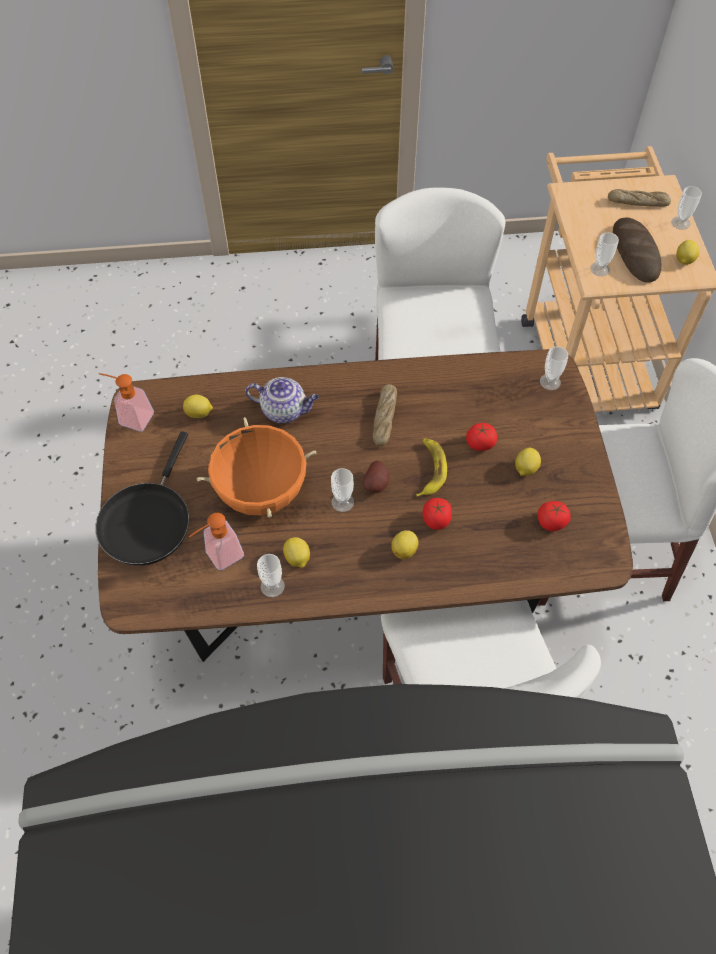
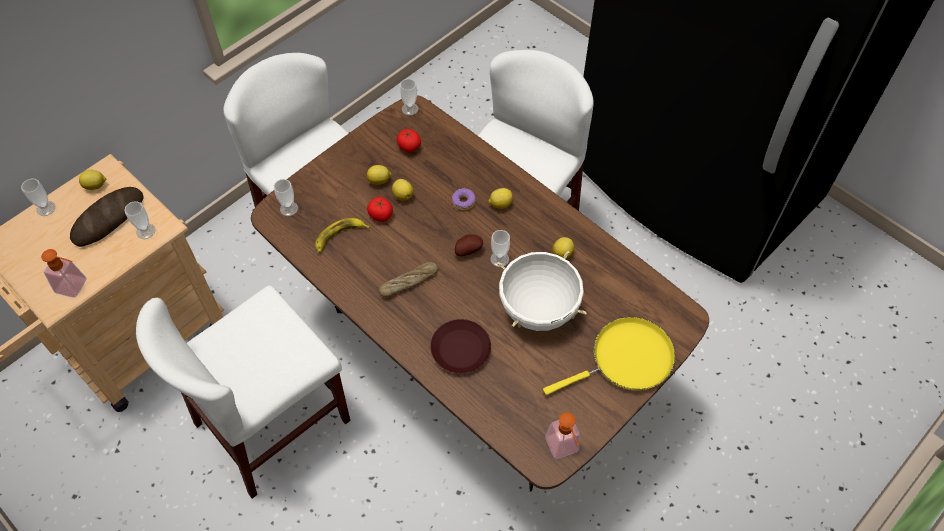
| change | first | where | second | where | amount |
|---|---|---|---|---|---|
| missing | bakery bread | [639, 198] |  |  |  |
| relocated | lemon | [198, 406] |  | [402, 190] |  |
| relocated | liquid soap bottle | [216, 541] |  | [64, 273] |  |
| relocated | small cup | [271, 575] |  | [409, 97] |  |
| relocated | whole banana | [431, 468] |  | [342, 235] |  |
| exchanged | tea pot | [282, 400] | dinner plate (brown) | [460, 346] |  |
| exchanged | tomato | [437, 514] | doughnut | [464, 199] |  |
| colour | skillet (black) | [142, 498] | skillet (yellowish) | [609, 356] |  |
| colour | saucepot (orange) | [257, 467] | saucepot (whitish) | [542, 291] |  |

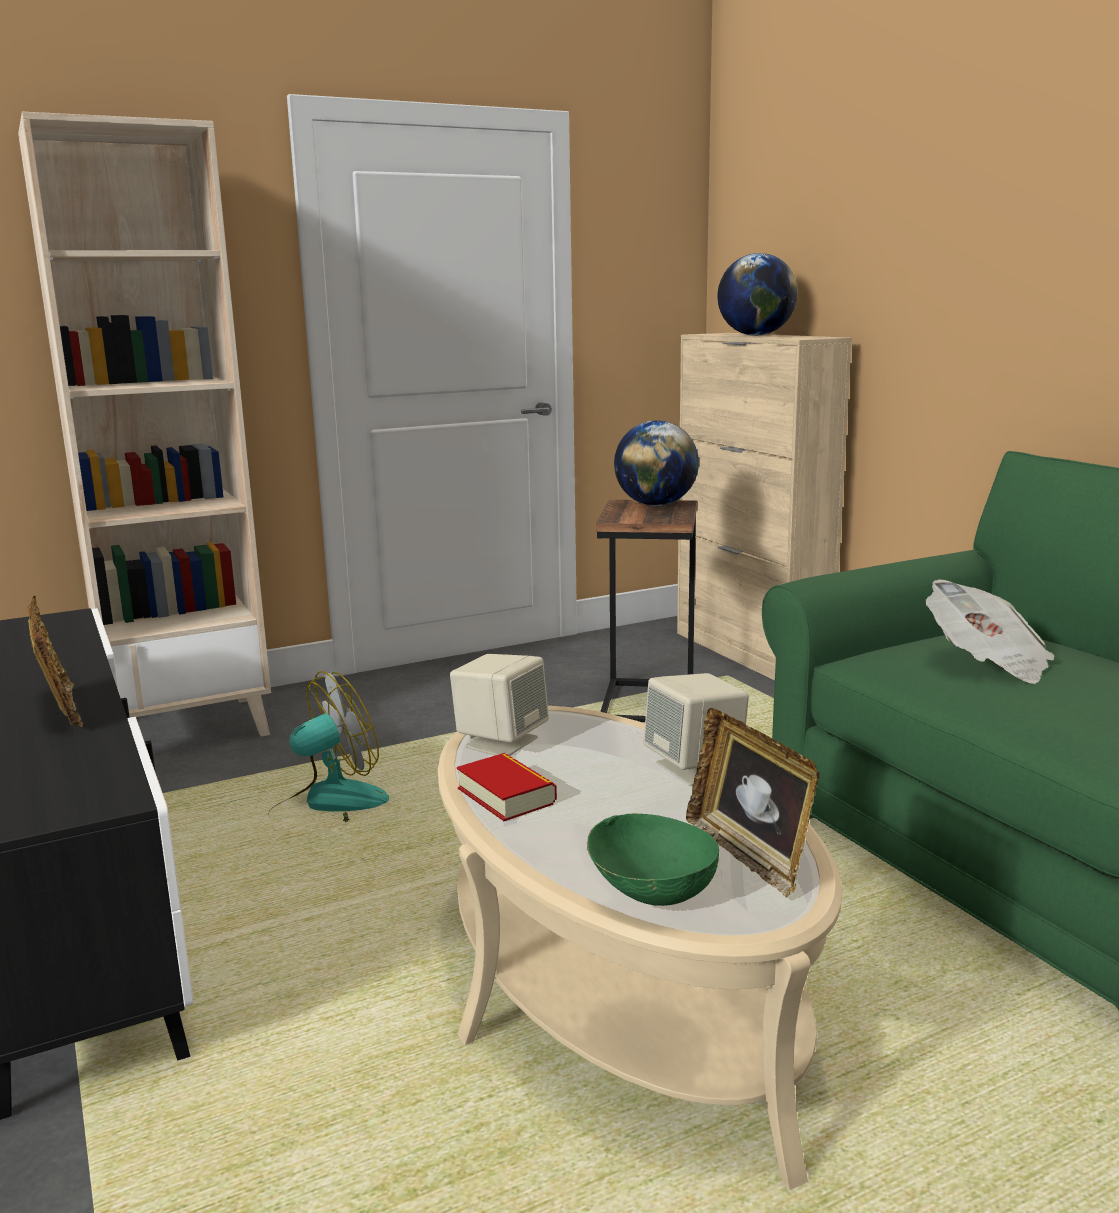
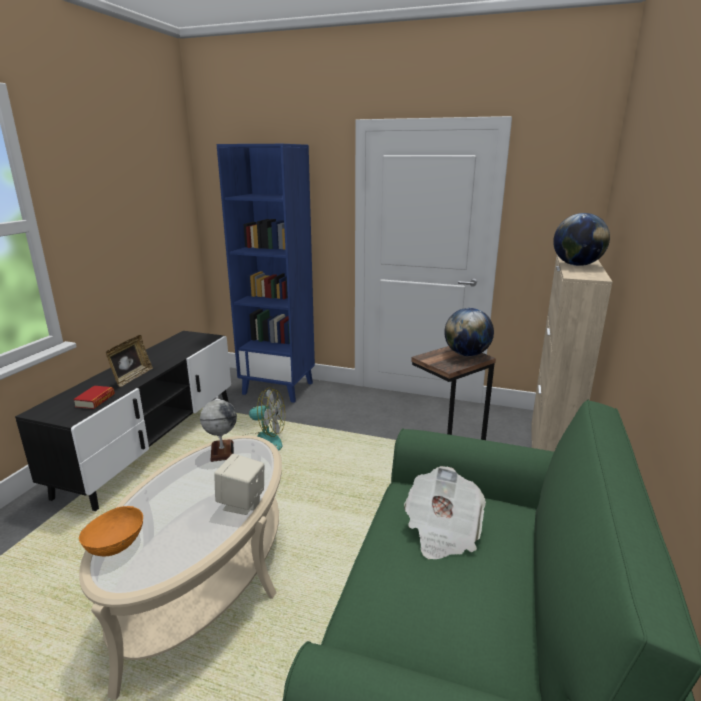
| change | first | where | second | where | amount |
|---|---|---|---|---|---|
| missing | standing frame | [753, 803] |  |  |  |
| relocated | volume | [507, 787] |  | [94, 397] |  |
| exchanged | speaker (beige) | [499, 705] | world globe | [218, 429] |  |
| colour | shelving unit (beige) | [144, 424] | shelving unit (blue) | [266, 273] |  |
| colour | deep dish (green) | [652, 859] | deep dish (orange) | [111, 531] |  |

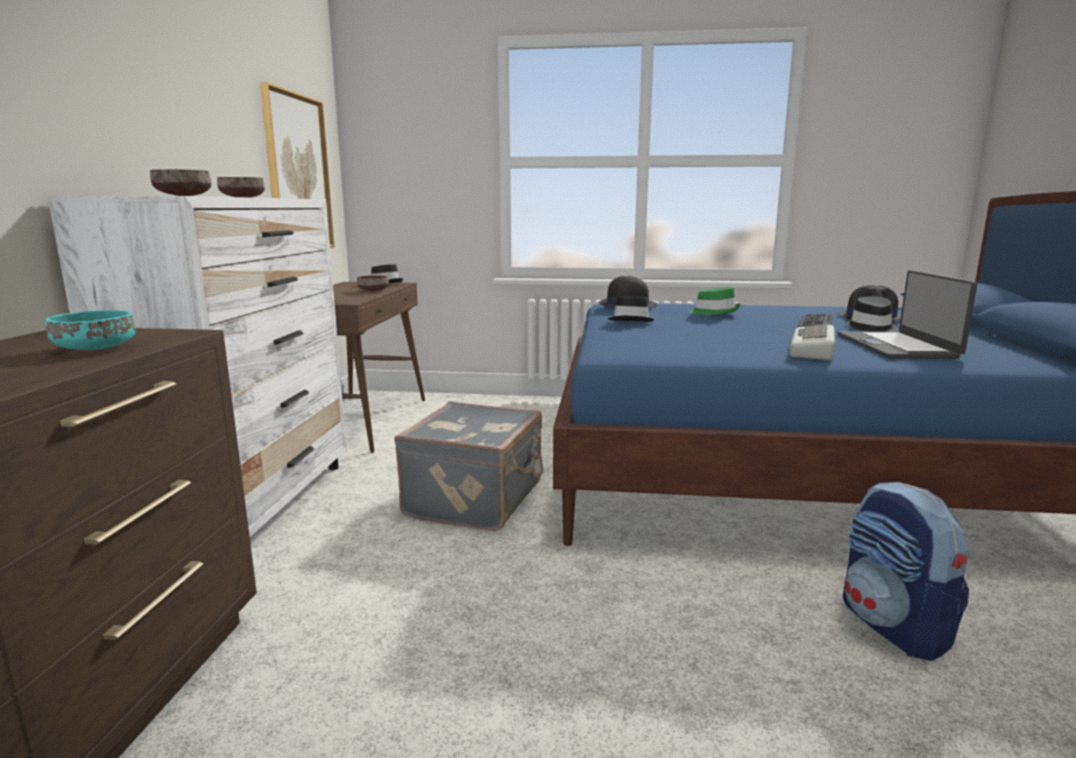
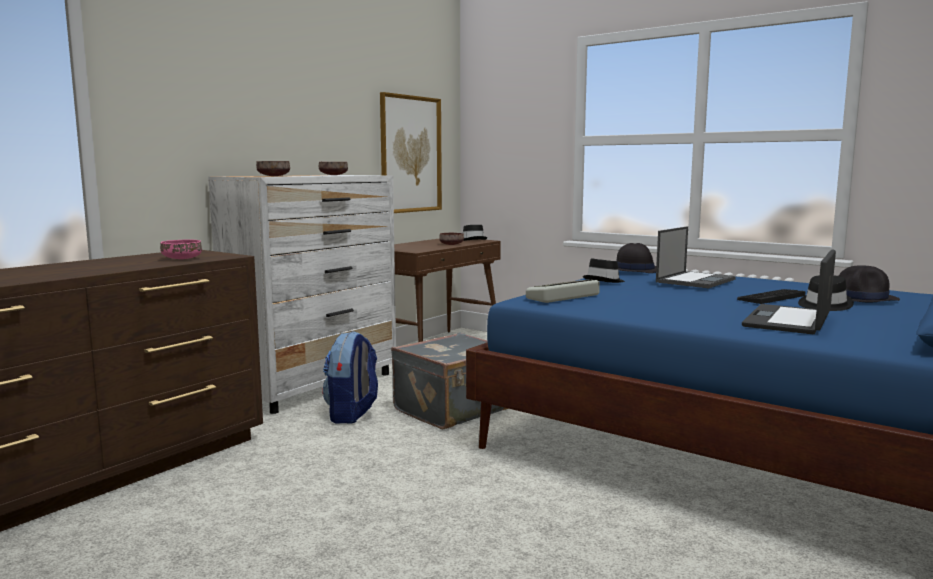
| change | first | where | second | where | amount |
|---|---|---|---|---|---|
| relocated | computer keyboard | [812, 342] |  | [563, 291] |  |
| relocated | rucksack | [906, 571] |  | [350, 377] |  |
| exchanged | wearable hat (green) | [714, 301] | laptop | [696, 257] |  |
| colour | deep dish (blue-green) | [91, 330] | deep dish (pinkish) | [181, 249] |  |

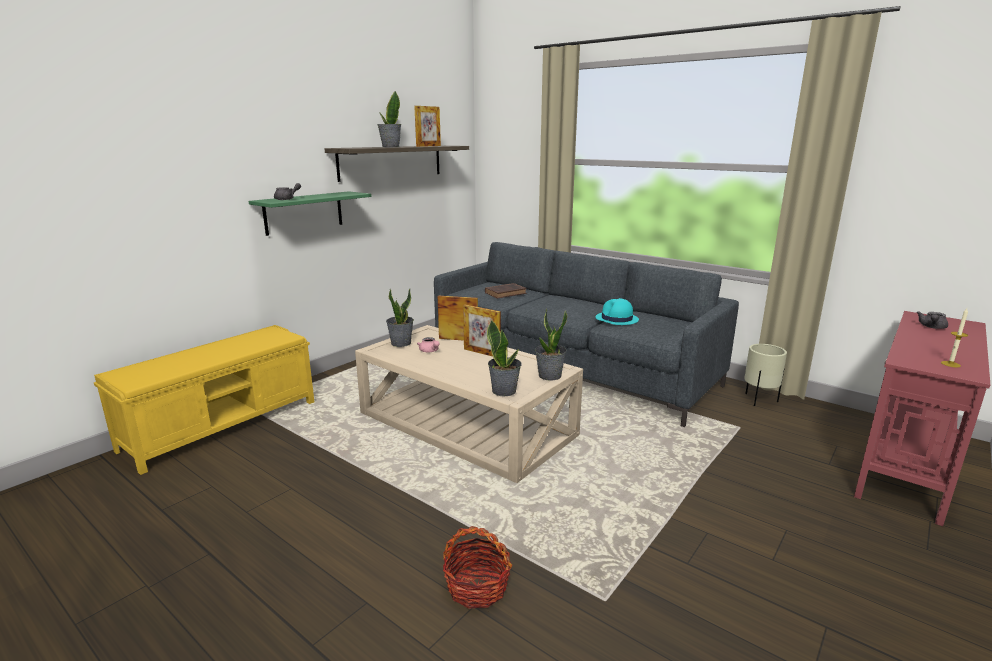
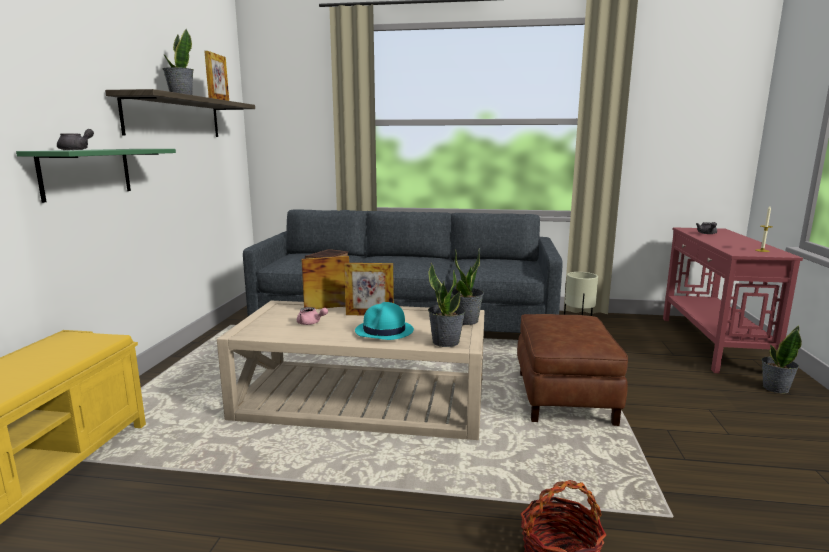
| change | first | where | second | where | amount |
|---|---|---|---|---|---|
| appeared |  |  | pouffe (brown) | [572, 370] |  |
| relocated | plant in a pot | [400, 318] |  | [782, 359] |  |
| relocated | wearable hat (blue-green) | [617, 311] |  | [384, 321] |  |

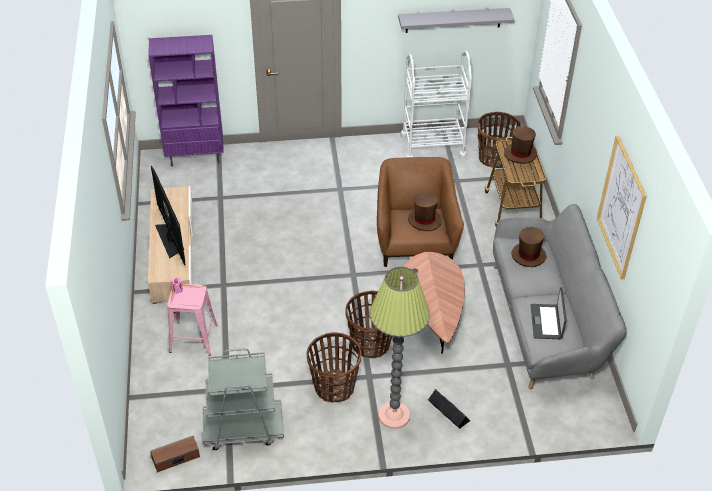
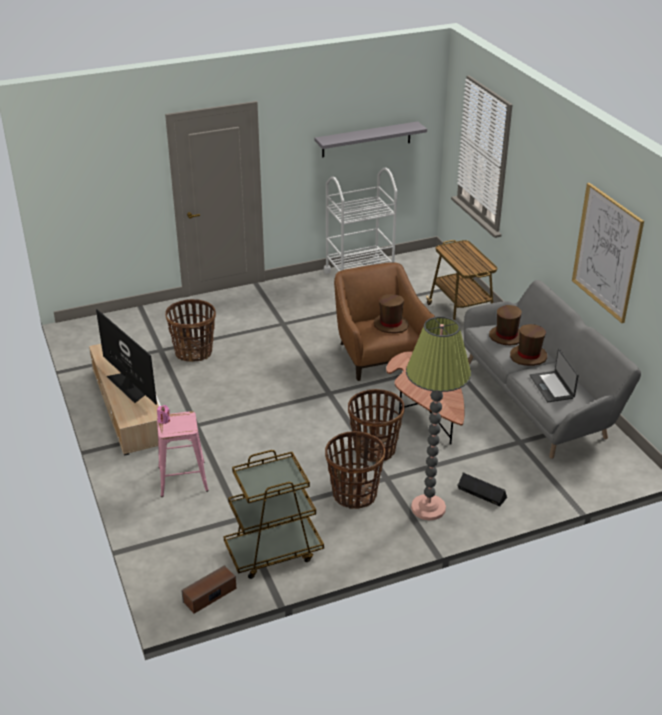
| change | first | where | second | where | amount |
|---|---|---|---|---|---|
| missing | shelving unit (purple-coloured) | [186, 101] |  |  |  |
| relocated | storage basket | [499, 140] |  | [190, 330] |  |
| relocated | wearable hat (brown) | [520, 145] |  | [528, 345] |  |
| colour | trolley (greyish) | [243, 399] | trolley (brown) | [273, 514] |  |

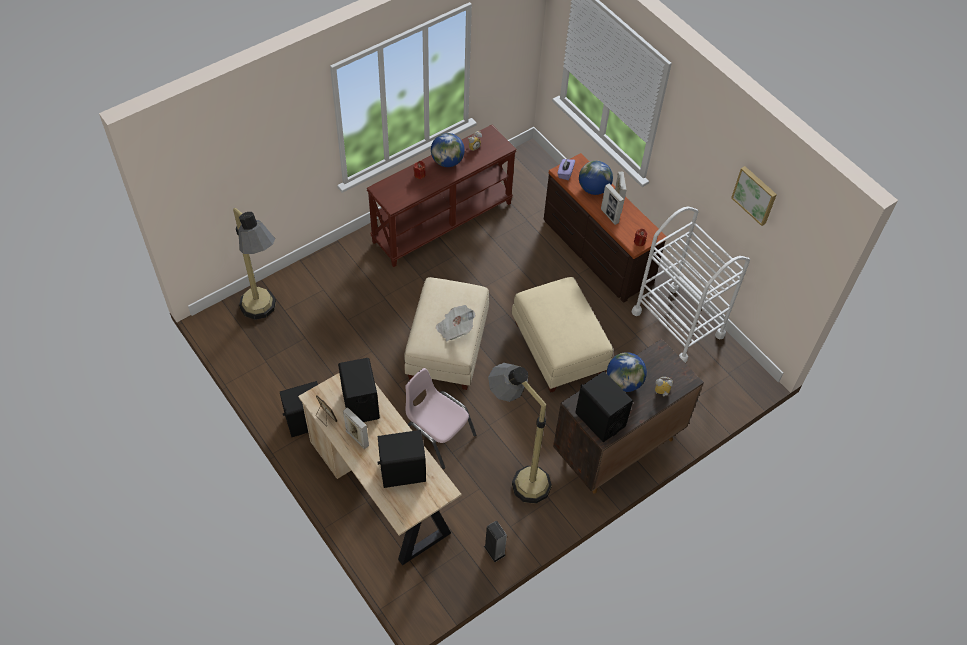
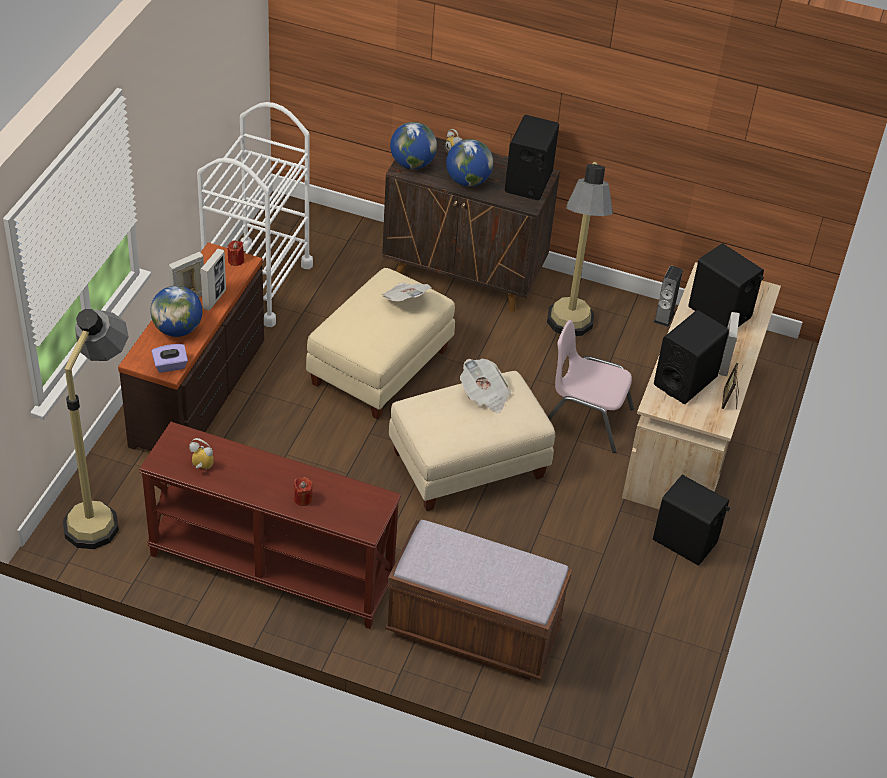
| change | first | where | second | where | amount |
|---|---|---|---|---|---|
| missing | wall art | [754, 196] |  |  |  |
| appeared |  |  | printed paper | [406, 292] |  |
| appeared |  |  | bench (brown) | [478, 600] |  |
| relocated | standing lamp | [254, 264] |  | [96, 429] |  |
| relocated | world globe | [448, 150] |  | [413, 145] |  |
| spun | upright chair (pinkish) | [440, 418] |  | [590, 386] | 105 degrees clockwise |

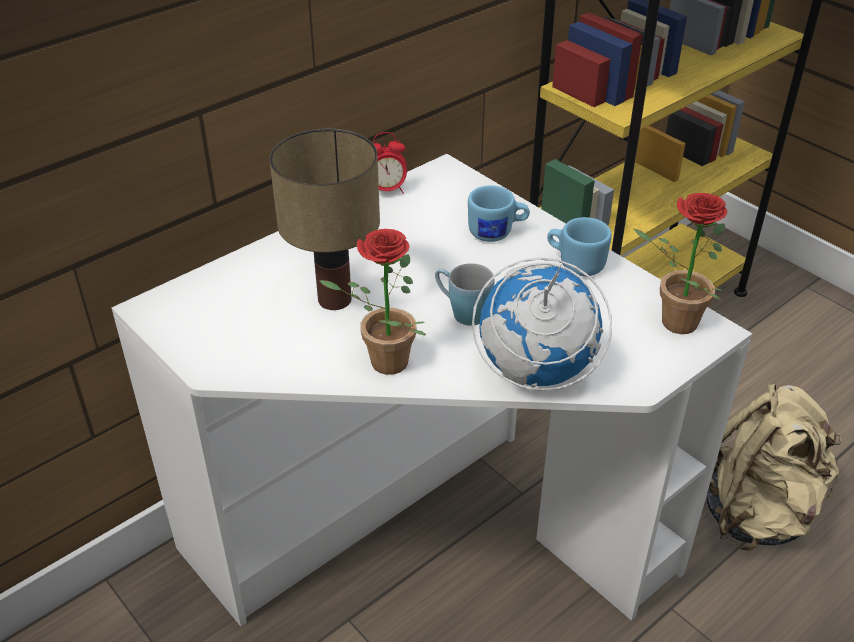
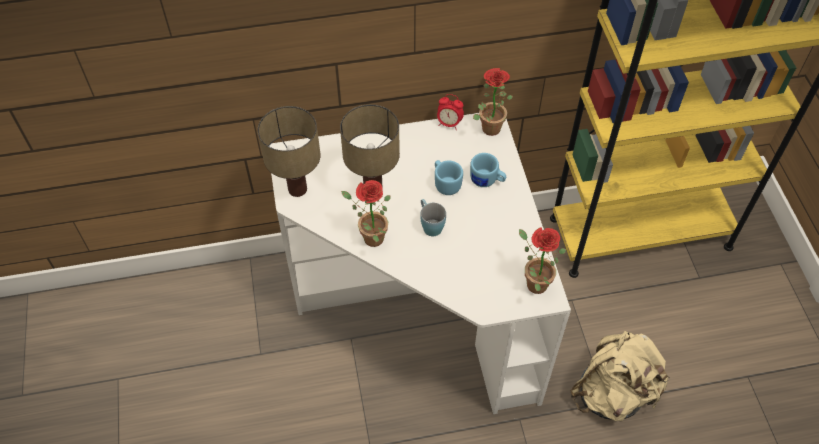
| change | first | where | second | where | amount |
|---|---|---|---|---|---|
| missing | world globe | [542, 324] |  |  |  |
| appeared |  |  | lamp for a table | [289, 151] |  |
| appeared |  |  | plant in a pot | [493, 102] |  |
| relocated | mug (blue) | [579, 246] |  | [449, 177] |  |

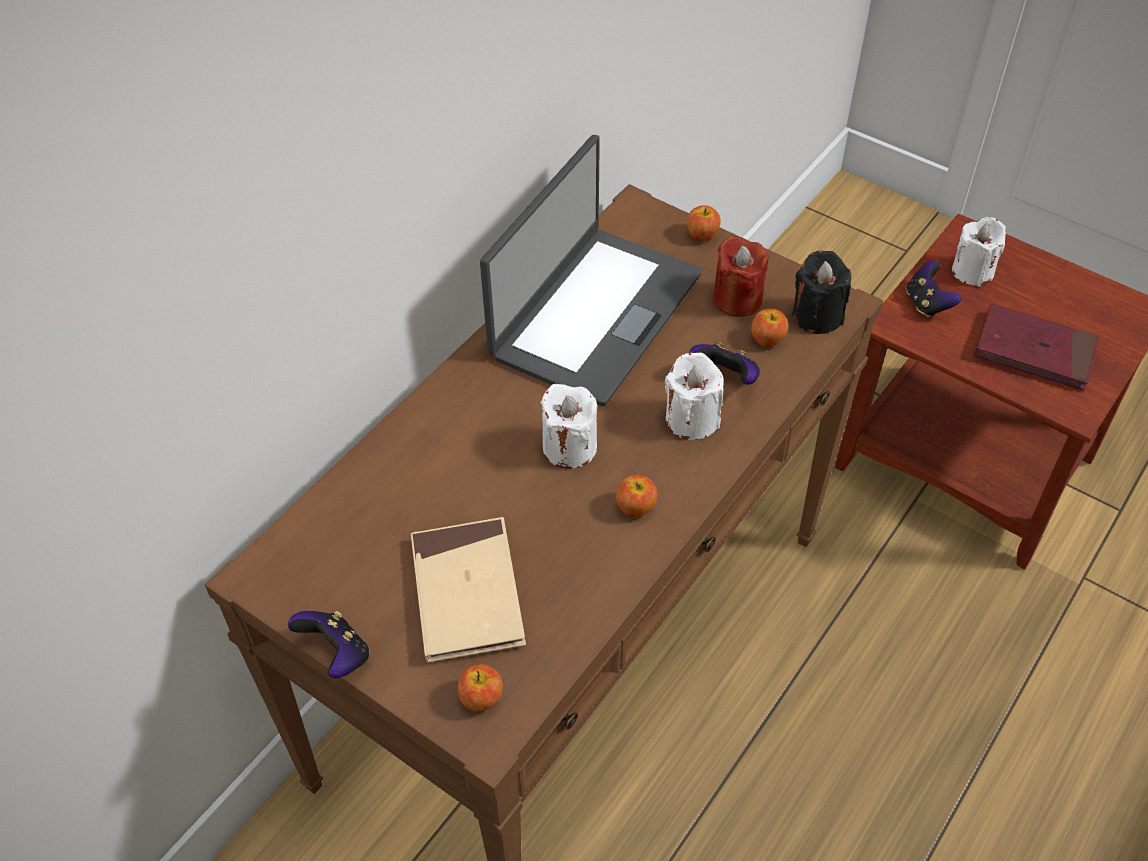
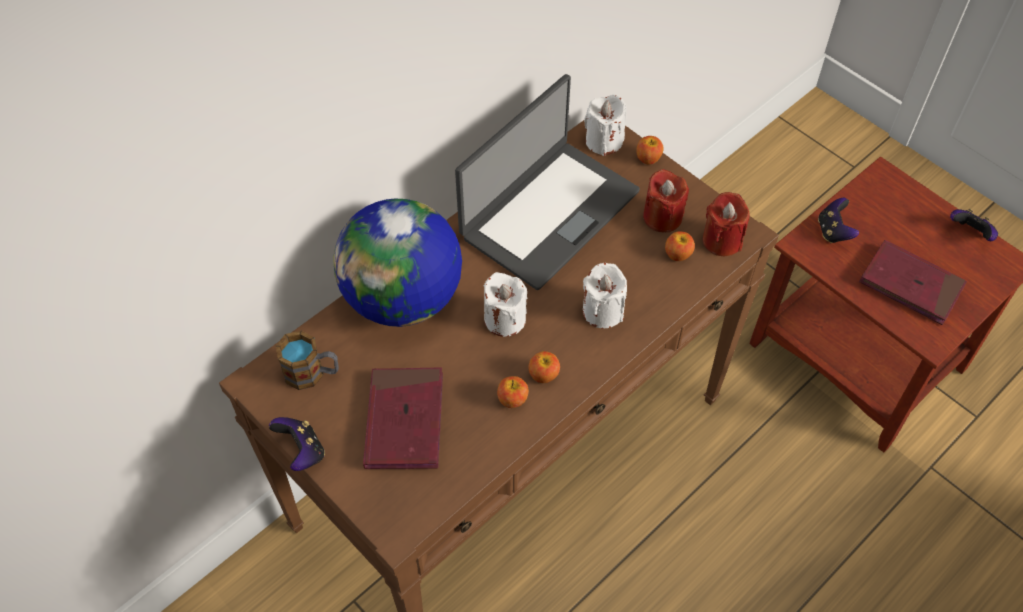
| change | first | where | second | where | amount |
|---|---|---|---|---|---|
| appeared |  |  | mug | [307, 360] |  |
| appeared |  |  | world globe | [397, 263] |  |
| relocated | apple fruit | [480, 688] |  | [513, 392] |  |
| relocated | game controller | [724, 363] |  | [974, 225] |  |
| relocated | wax candle (whitish) | [979, 252] |  | [605, 125] |  |
| colour | volume (beige) | [468, 589] | volume (reddish) | [403, 418] |  |
| colour | wax candle (black) | [821, 292] | wax candle (reddish) | [726, 224] |  |

